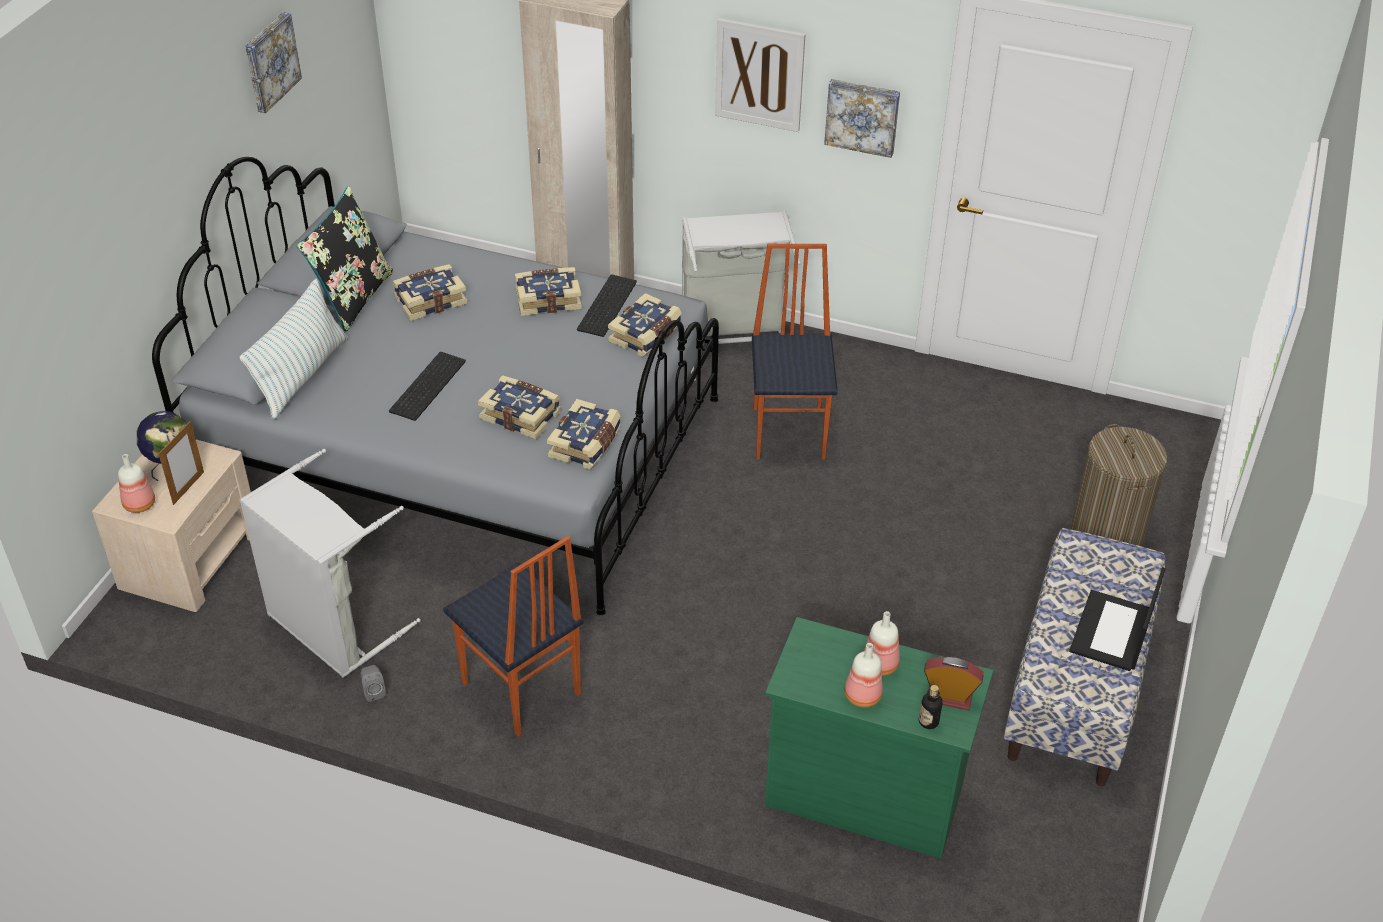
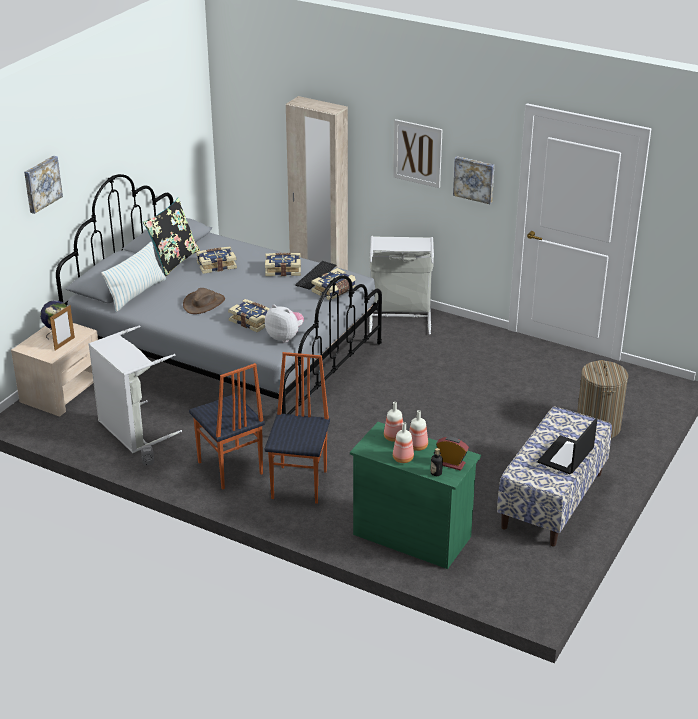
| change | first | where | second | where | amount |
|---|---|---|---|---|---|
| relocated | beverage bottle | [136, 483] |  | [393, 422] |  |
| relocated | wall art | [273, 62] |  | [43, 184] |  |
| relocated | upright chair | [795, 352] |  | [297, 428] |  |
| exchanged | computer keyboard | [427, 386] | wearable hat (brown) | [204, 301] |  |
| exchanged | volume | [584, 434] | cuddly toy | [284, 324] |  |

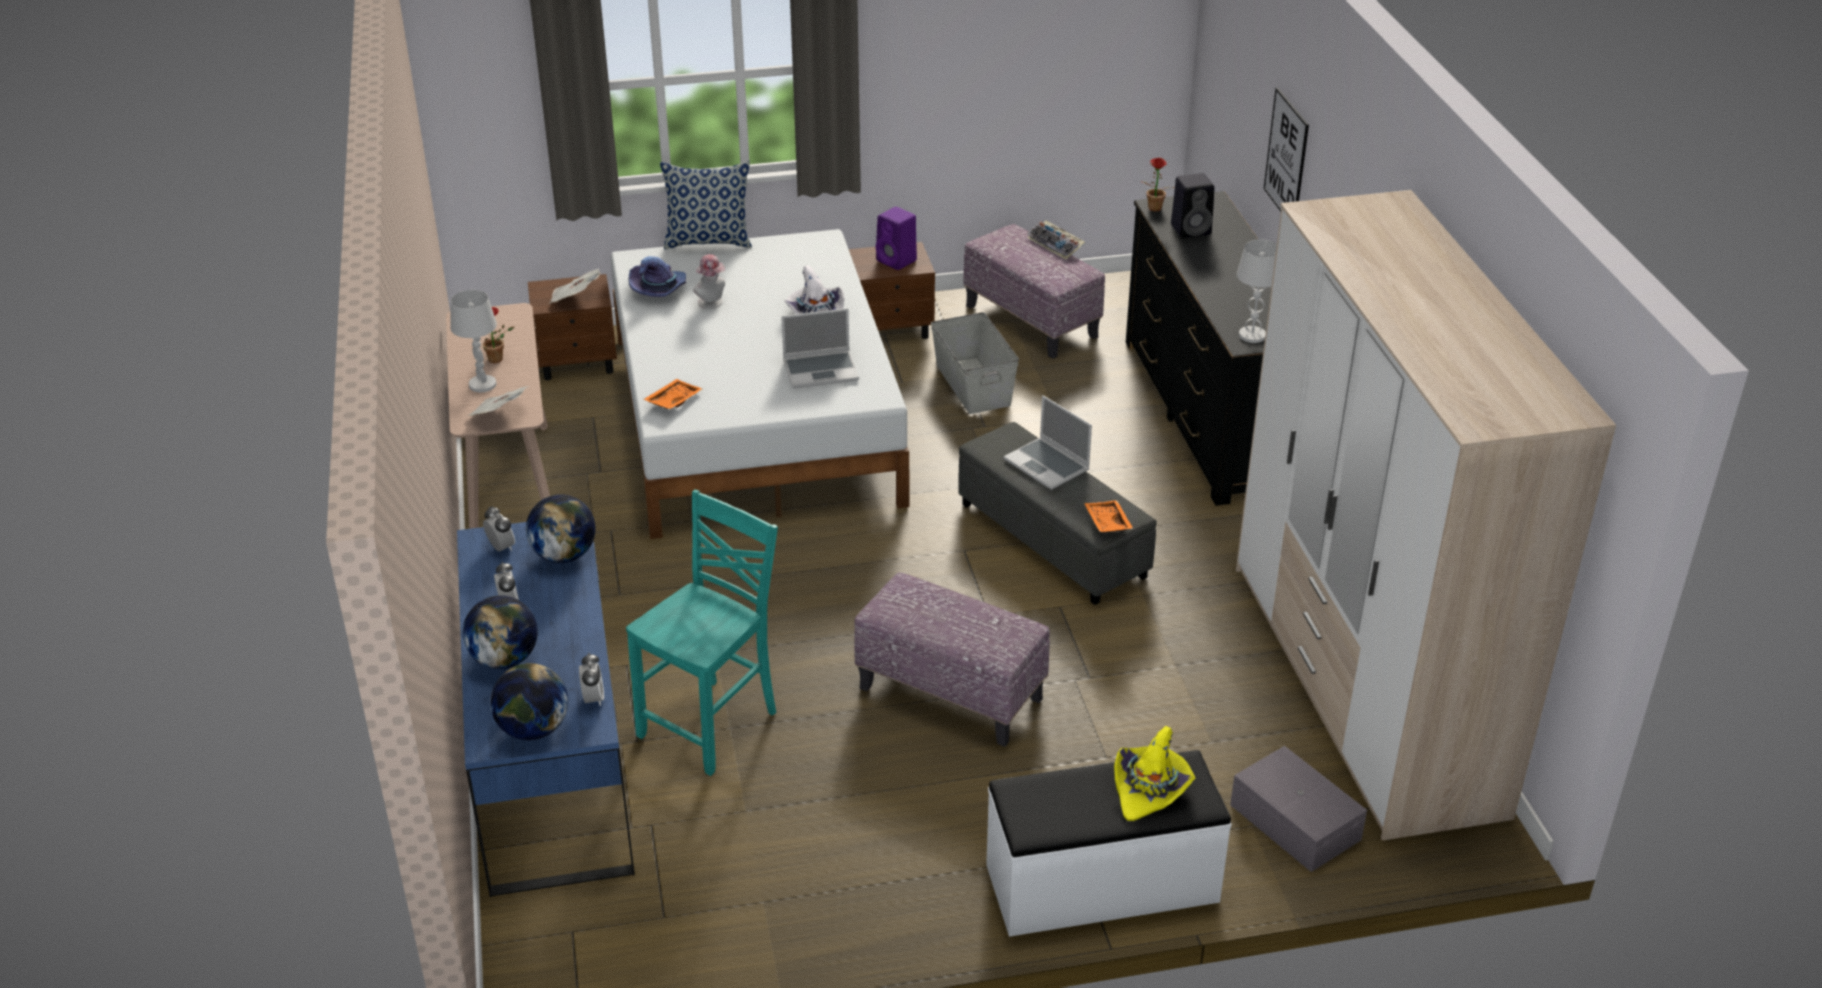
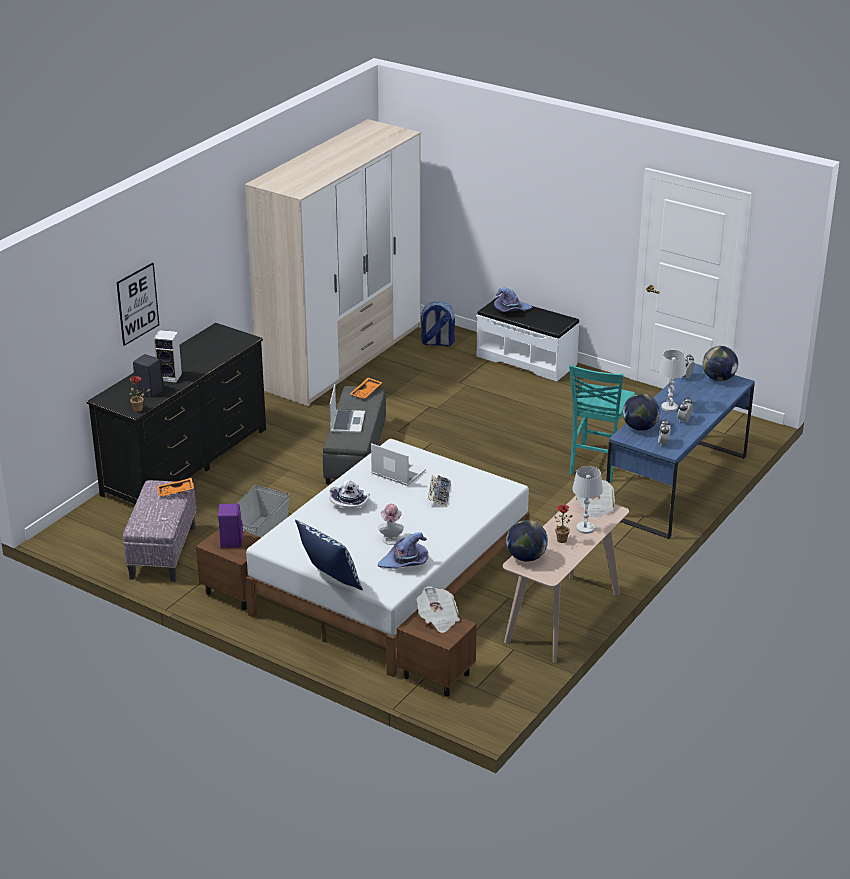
| change | first | where | second | where | amount |
|---|---|---|---|---|---|
| missing | pouffe | [952, 659] |  |  |  |
| appeared |  |  | speaker | [168, 356] |  |
| relocated | world globe | [500, 632] |  | [527, 541] |  |
| relocated | carrying tray (orange) | [672, 394] |  | [175, 487] |  |
| relocated | computer keyboard | [1056, 239] |  | [439, 491] |  |
| relocated | lamp for a table (whitish) | [1257, 291] |  | [672, 381] |  |
| exchanged | storage box (greyish) | [1298, 809] | rucksack | [437, 323] |  |
| colour | wearable hat (yellowish) | [1154, 773] | wearable hat (purple-coloured) | [513, 300] |  |
| spun | upright chair (blue-green) | [702, 633] |  | [602, 423] | 60 degrees counterclockwise |

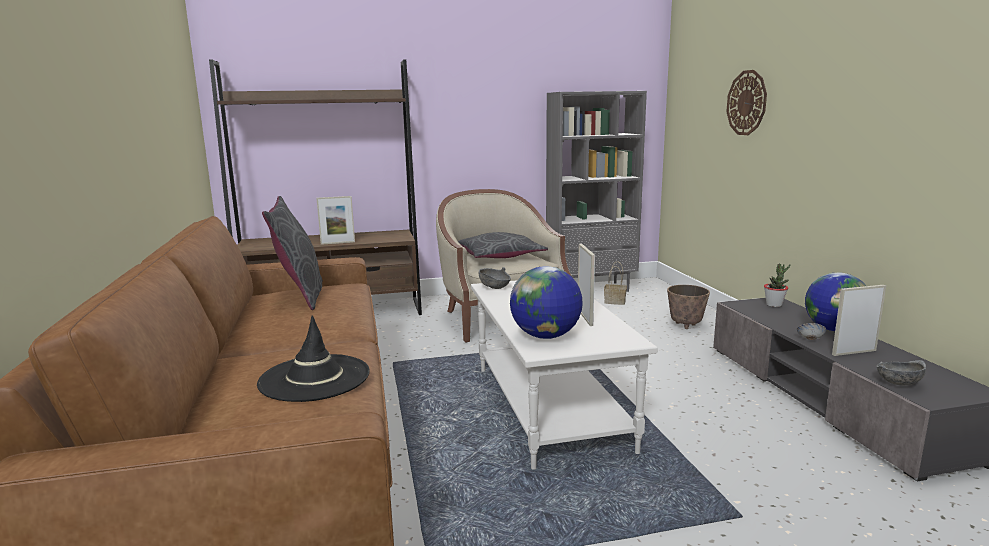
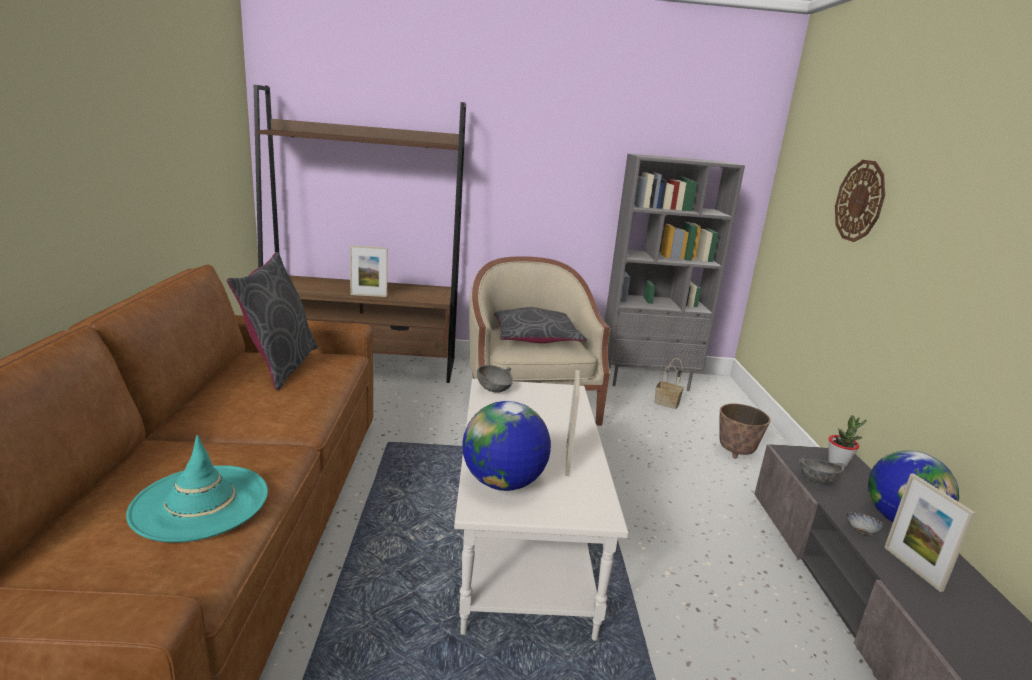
| change | first | where | second | where | amount |
|---|---|---|---|---|---|
| relocated | deep dish (greyish) | [901, 372] |  | [822, 471] |  |
| colour | wearable hat (black) | [313, 358] | wearable hat (blue-green) | [197, 489] |  |
| spun | standing frame | [859, 320] |  | [929, 532] | 105 degrees counterclockwise |

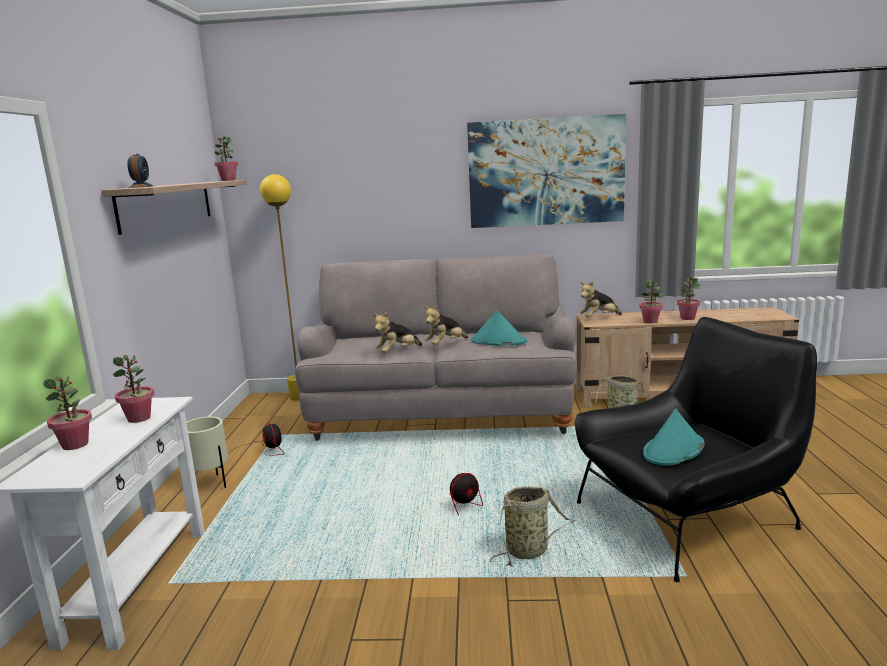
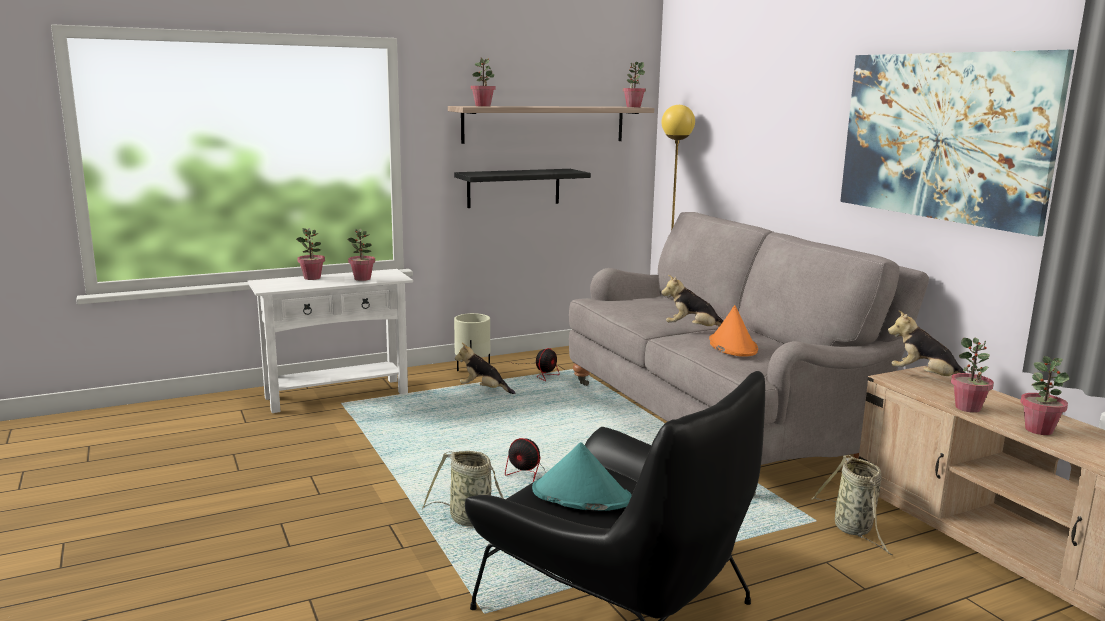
| change | first | where | second | where | amount |
|---|---|---|---|---|---|
| appeared |  |  | shelf (black) | [522, 188] |  |
| relocated | cuddly toy | [397, 332] |  | [485, 368] |  |
| exchanged | bedside clock | [140, 170] | plant in a pot | [483, 82] |  |
| colour | wearable hat (blue-green) | [499, 328] | wearable hat (orange) | [733, 331] |  |

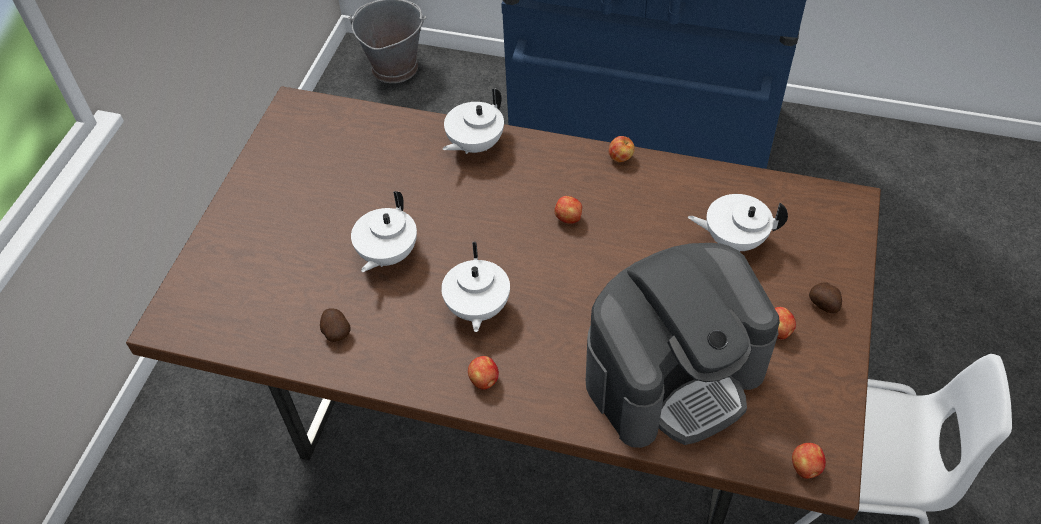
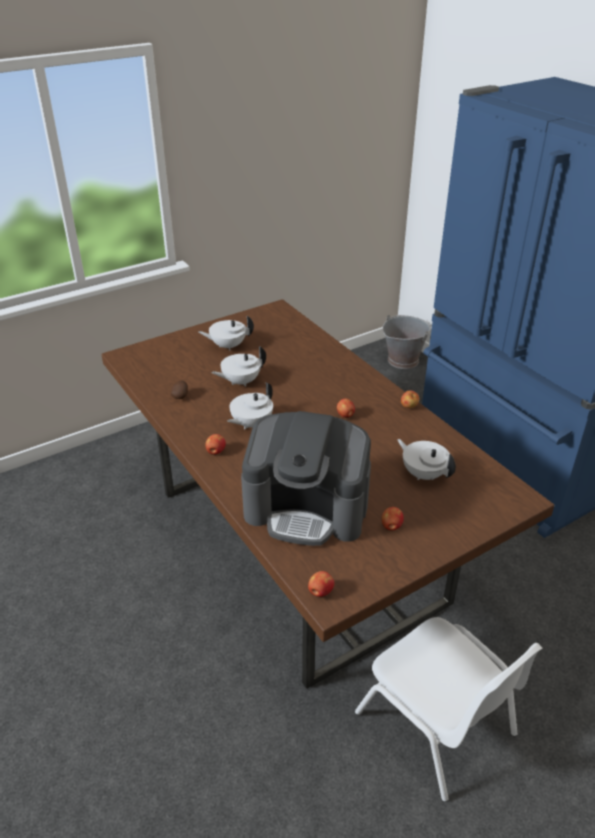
| change | first | where | second | where | amount |
|---|---|---|---|---|---|
| missing | spud | [825, 298] |  |  |  |
| relocated | tea pot (whitish) | [473, 121] |  | [226, 333] |  |

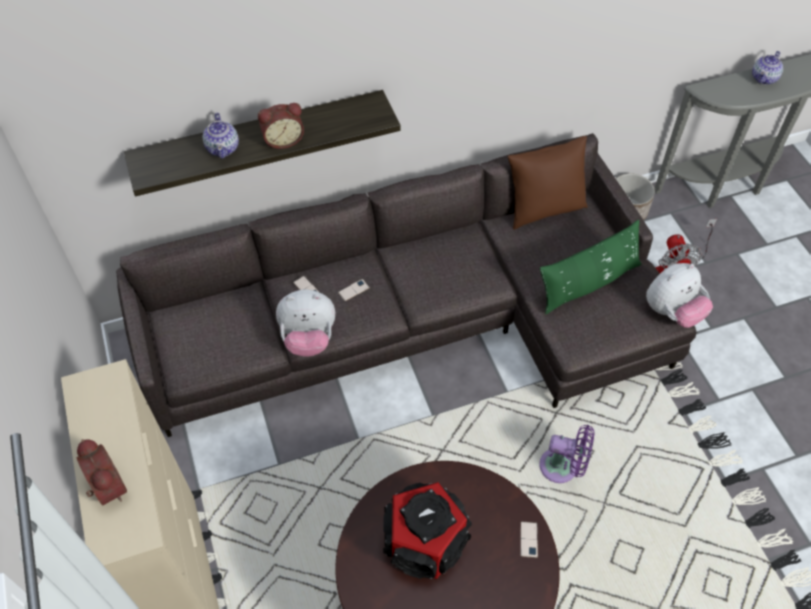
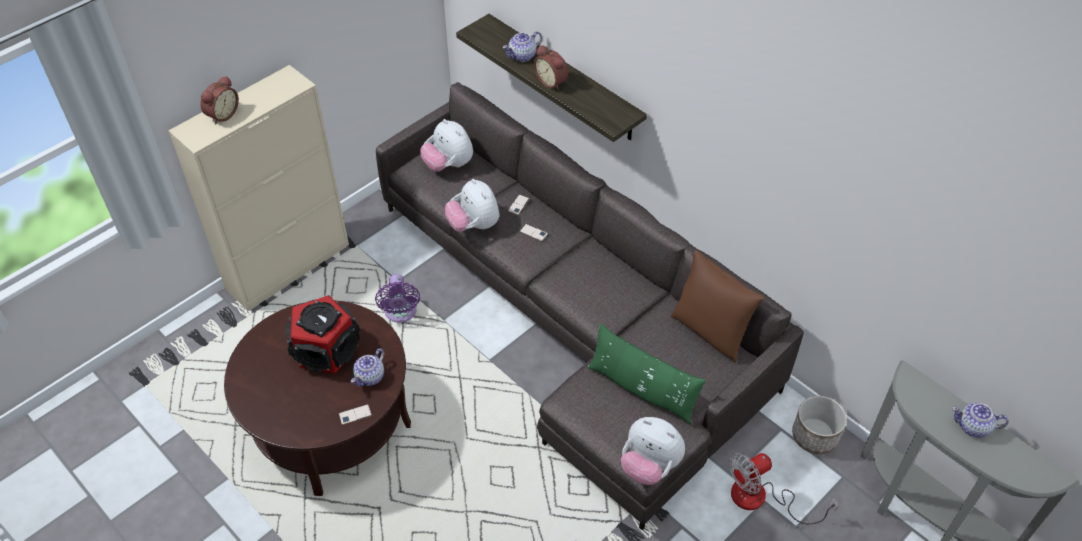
| change | first | where | second | where | amount |
|---|---|---|---|---|---|
| appeared |  |  | tea pot | [368, 367] |  |
| appeared |  |  | cuddly toy | [446, 145] |  |
| relocated | electric fan (purple-coloured) | [566, 454] |  | [397, 298] |  |

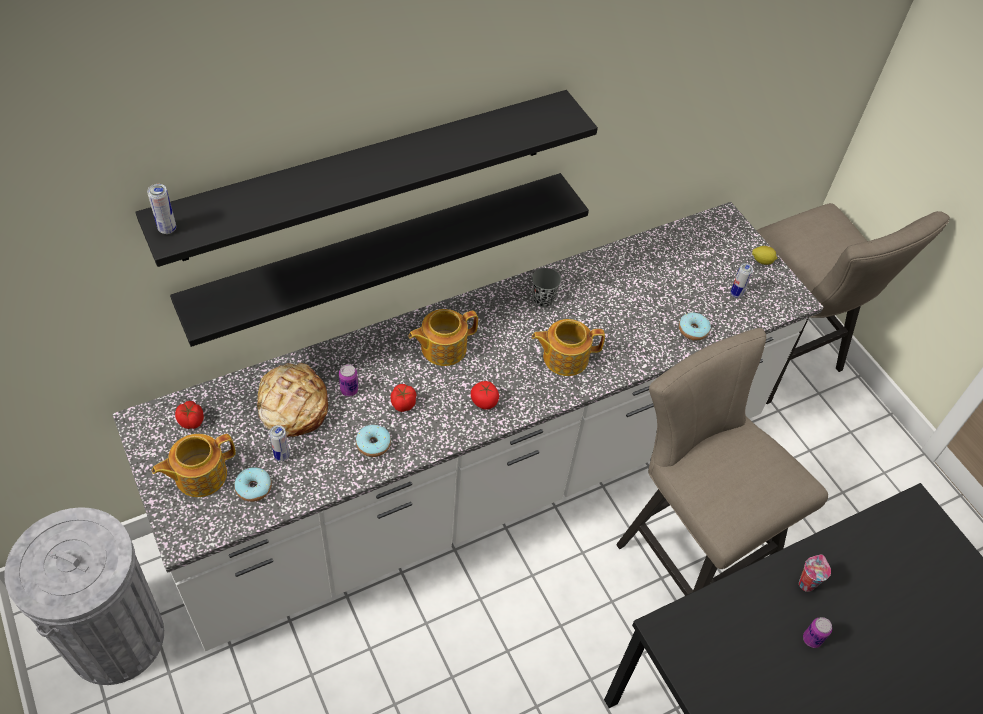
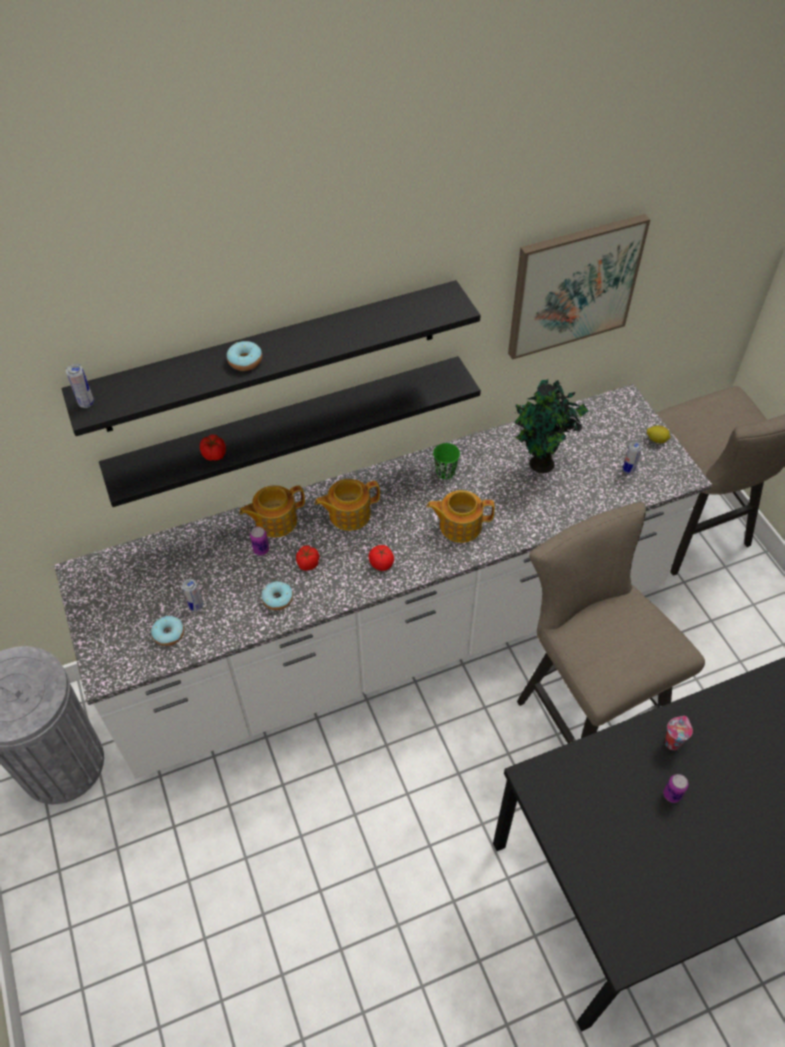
| change | first | where | second | where | amount |
|---|---|---|---|---|---|
| missing | bakery bread | [293, 400] |  |  |  |
| appeared |  |  | wall art | [579, 287] |  |
| appeared |  |  | plant in a pot | [551, 426] |  |
| relocated | tea pot | [194, 465] |  | [272, 511] |  |
| relocated | tomato | [189, 415] |  | [213, 447] |  |
| relocated | doughnut | [695, 327] |  | [244, 356] |  |
| colour | small cup (greyish) | [546, 287] | small cup (green) | [446, 461] |  |

